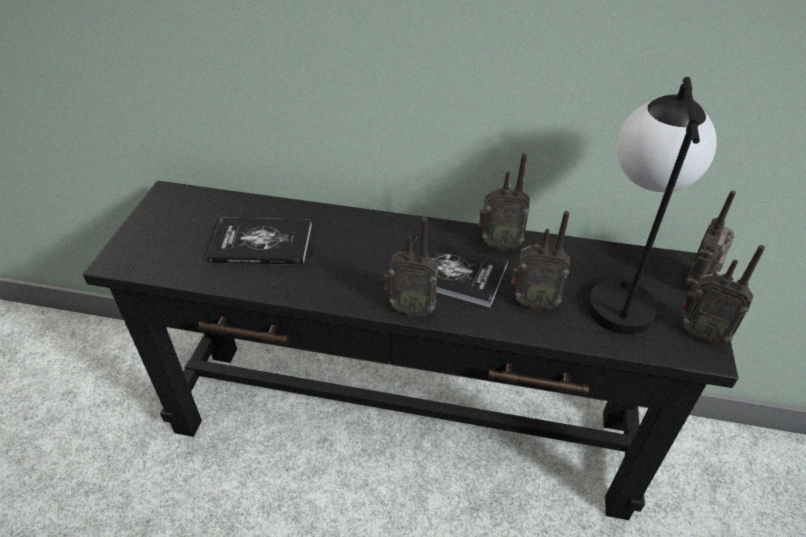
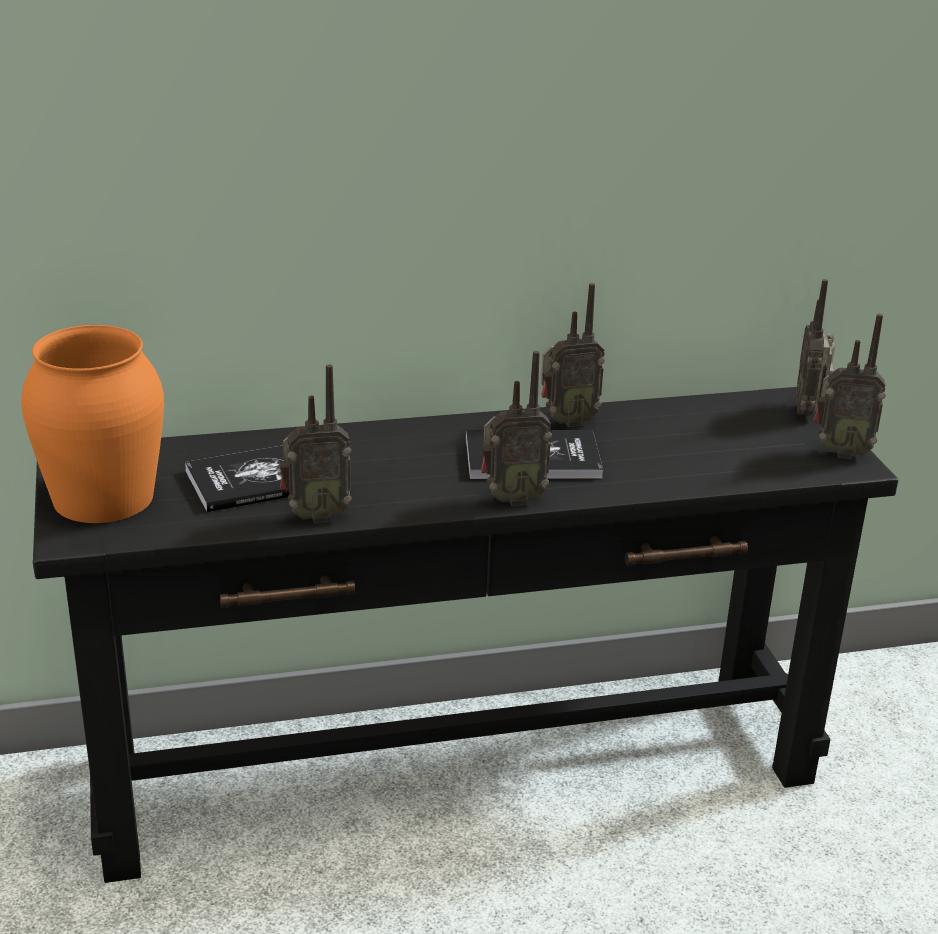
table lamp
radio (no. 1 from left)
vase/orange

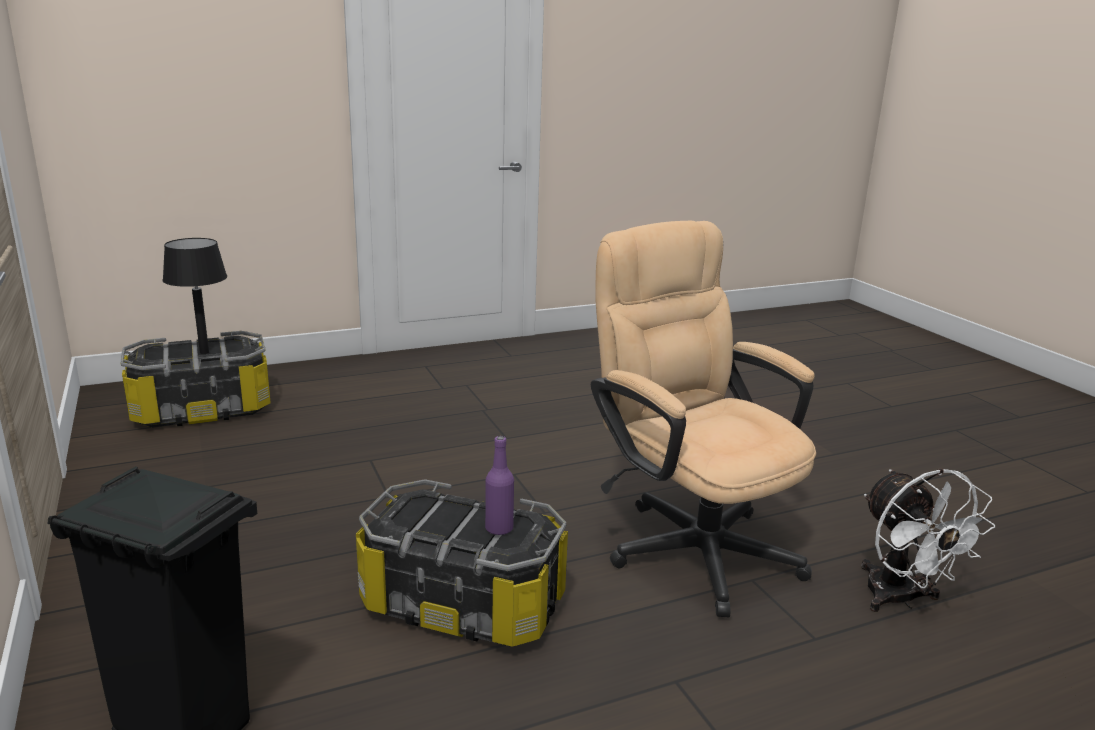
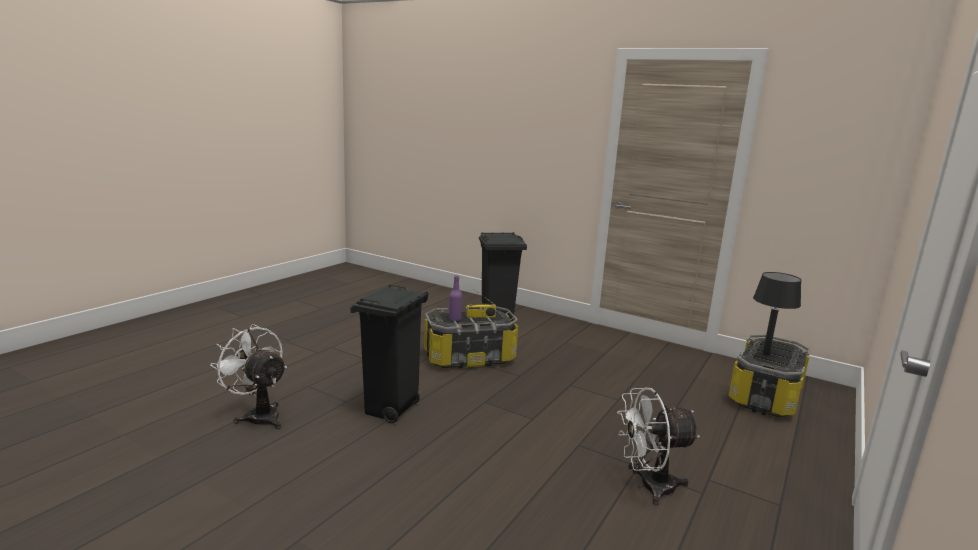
trash can/black (no. 1 from left)
radio
fan/white (no. 2 from left)

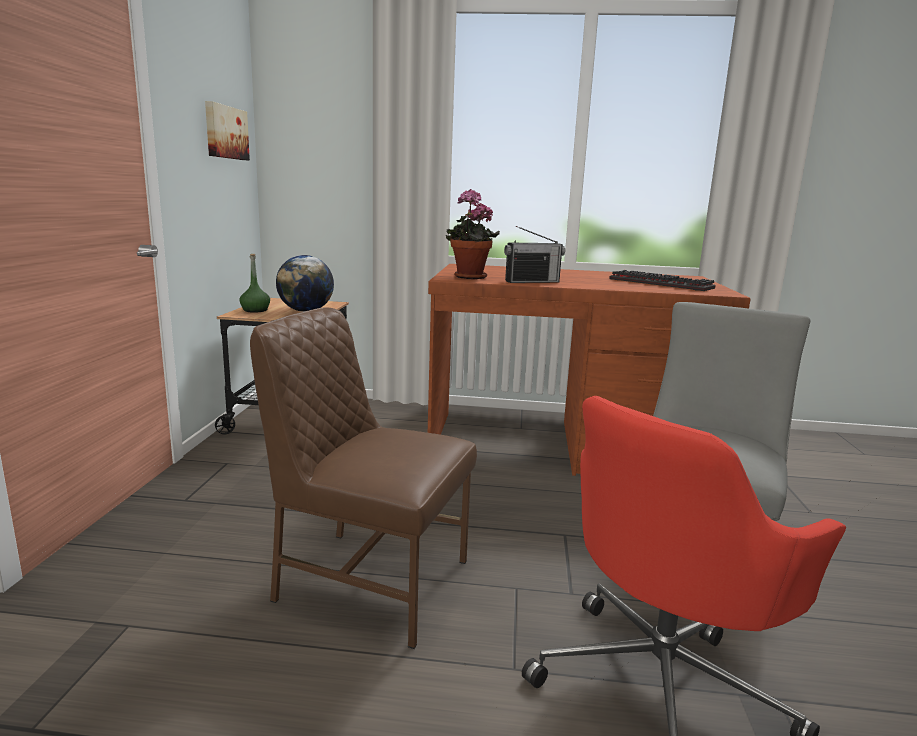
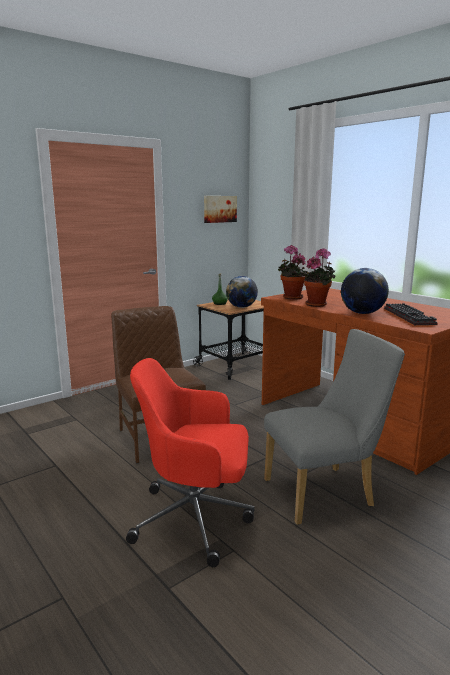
potted plant (no. 2 from left)
globe (no. 2 from left)

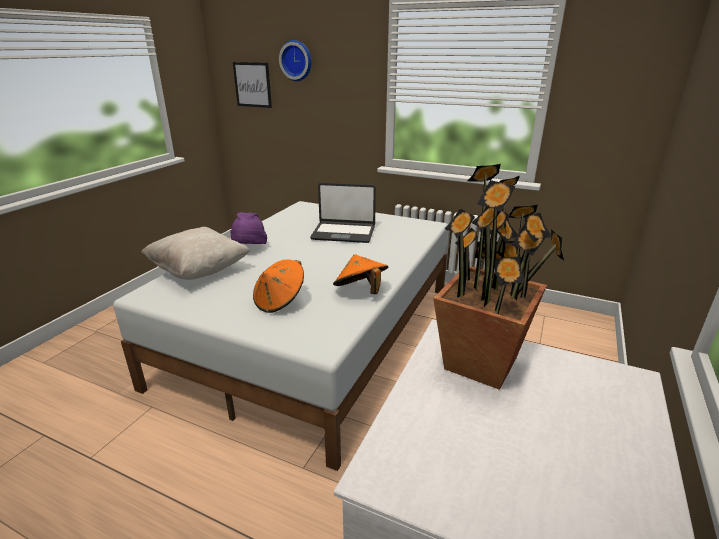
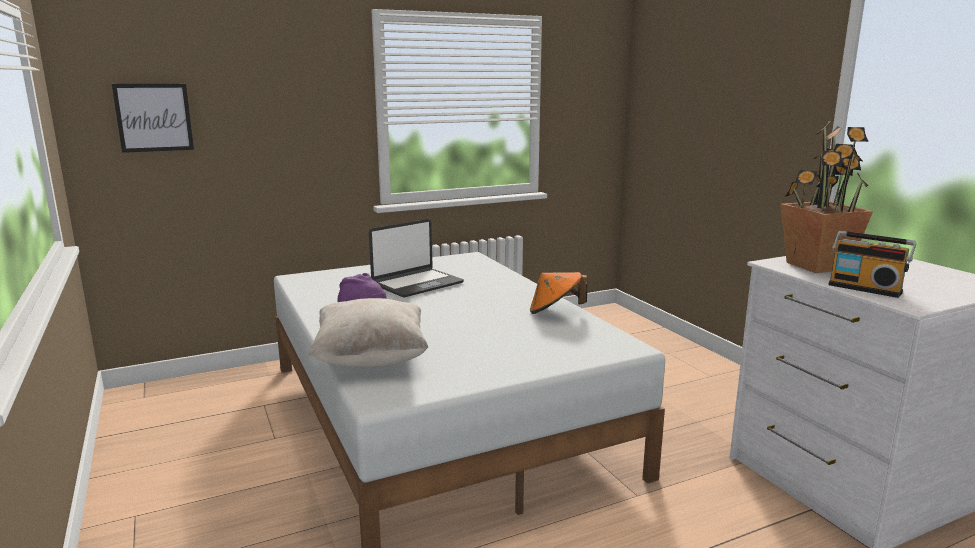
wall clock
hat/orange (no. 1 from left in the first image)
radio

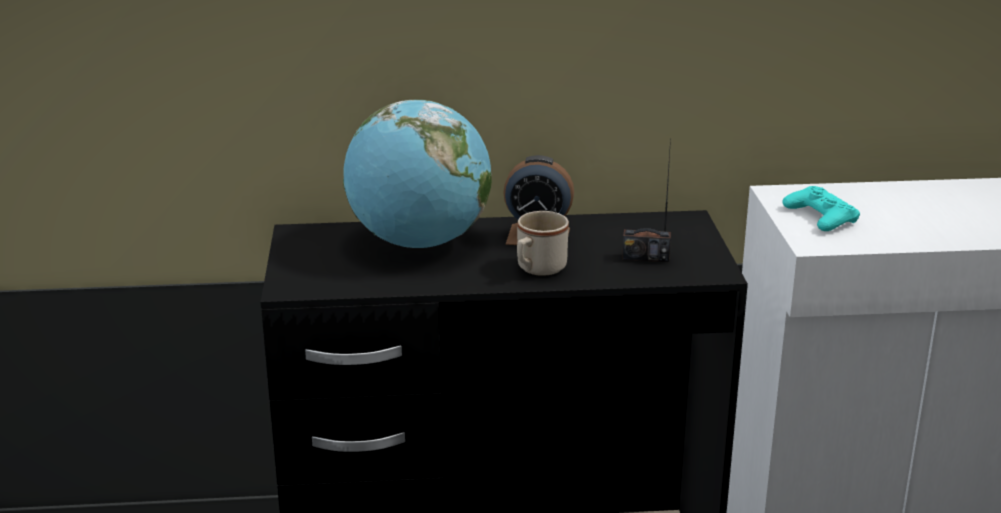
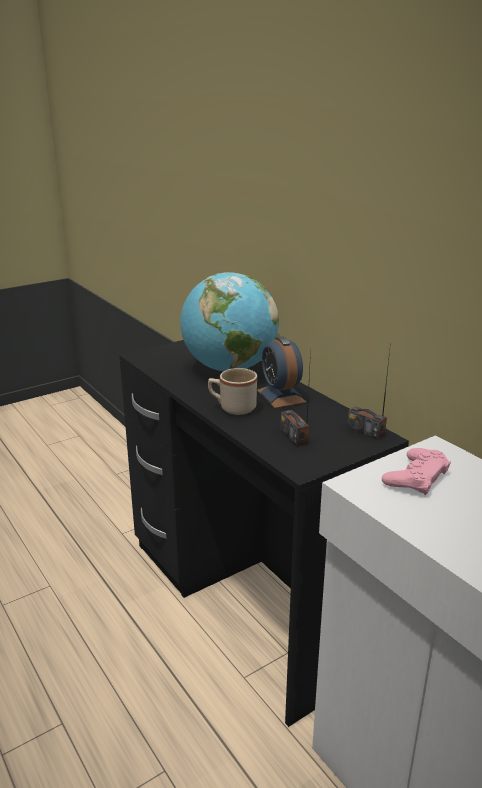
game controller/pink
radio (no. 2 from left)

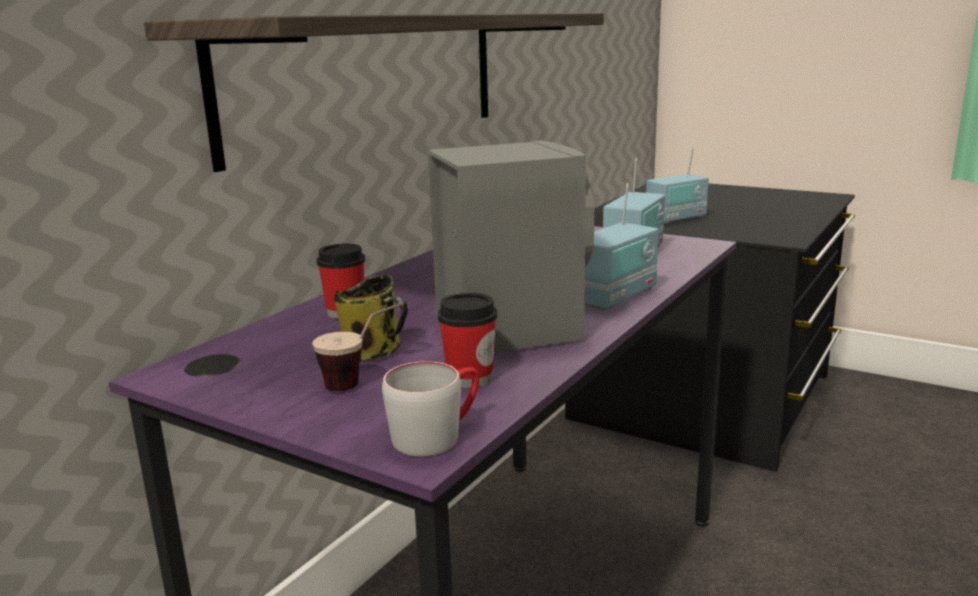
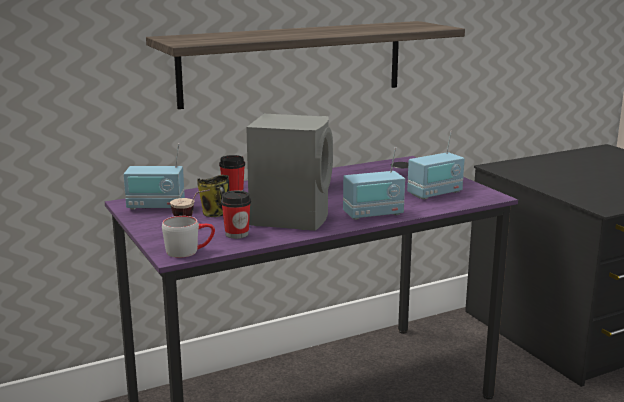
radio (no. 1 from left)

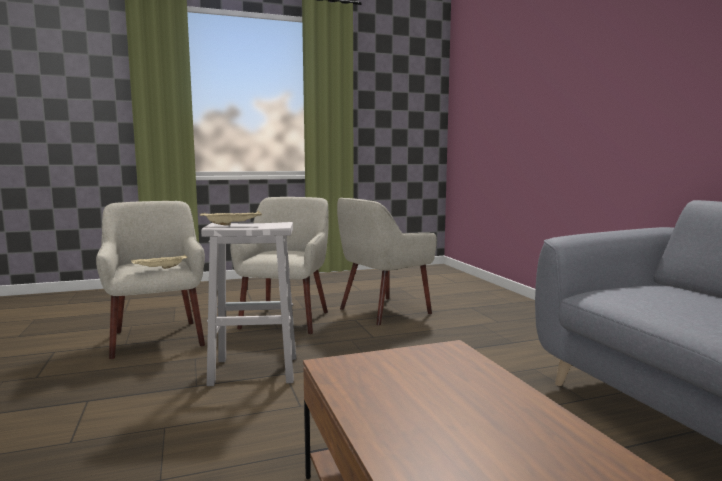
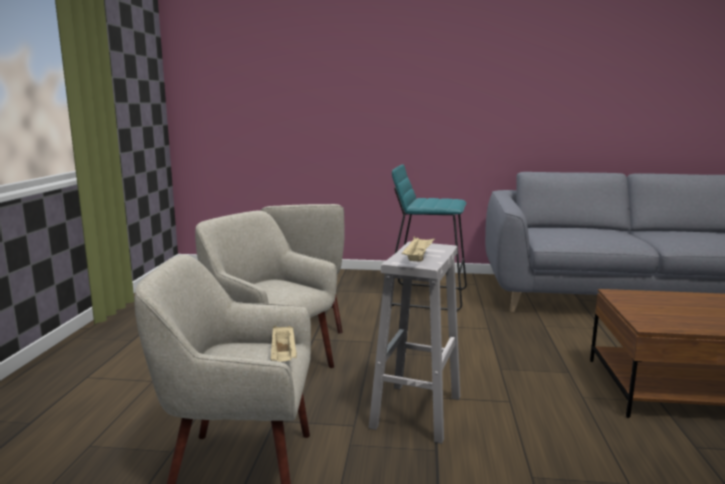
stool/turquoise

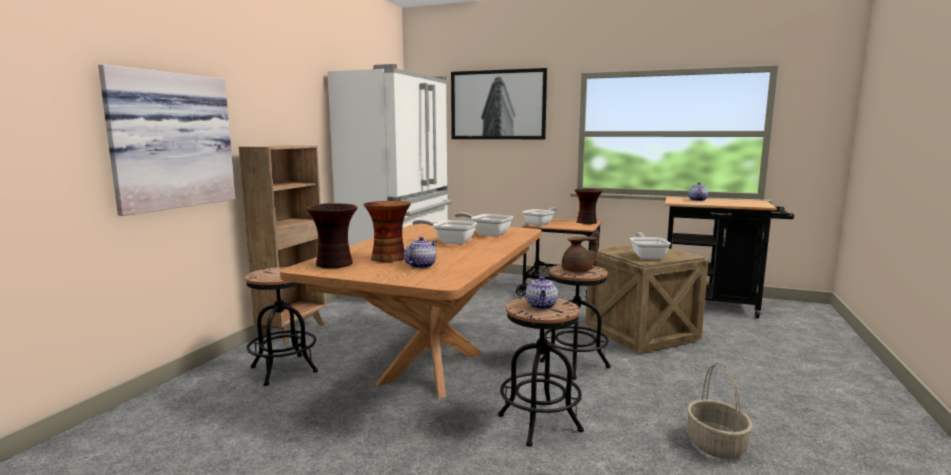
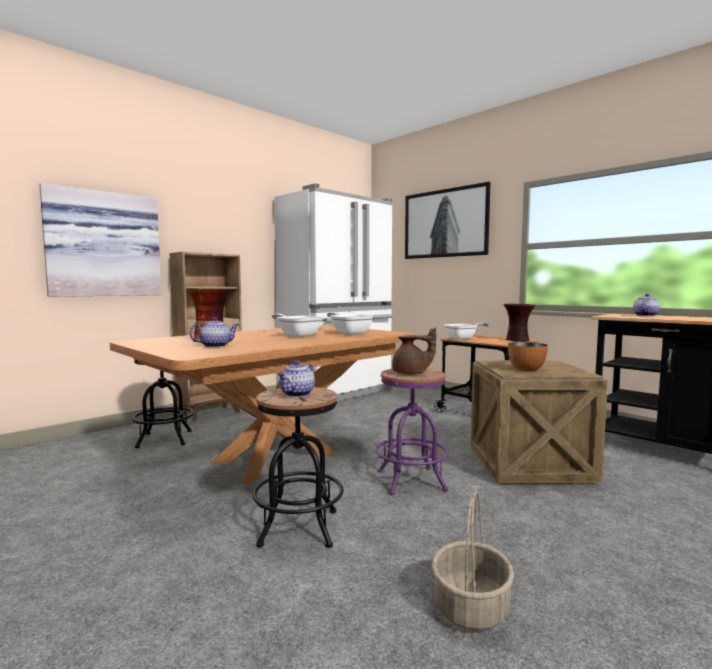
vase (no. 1 from left in the first image)
bowl
stool/purple

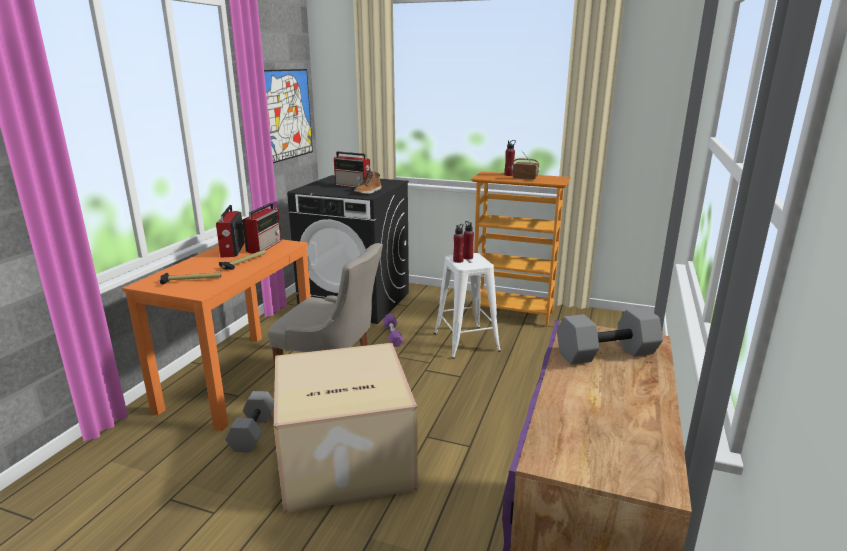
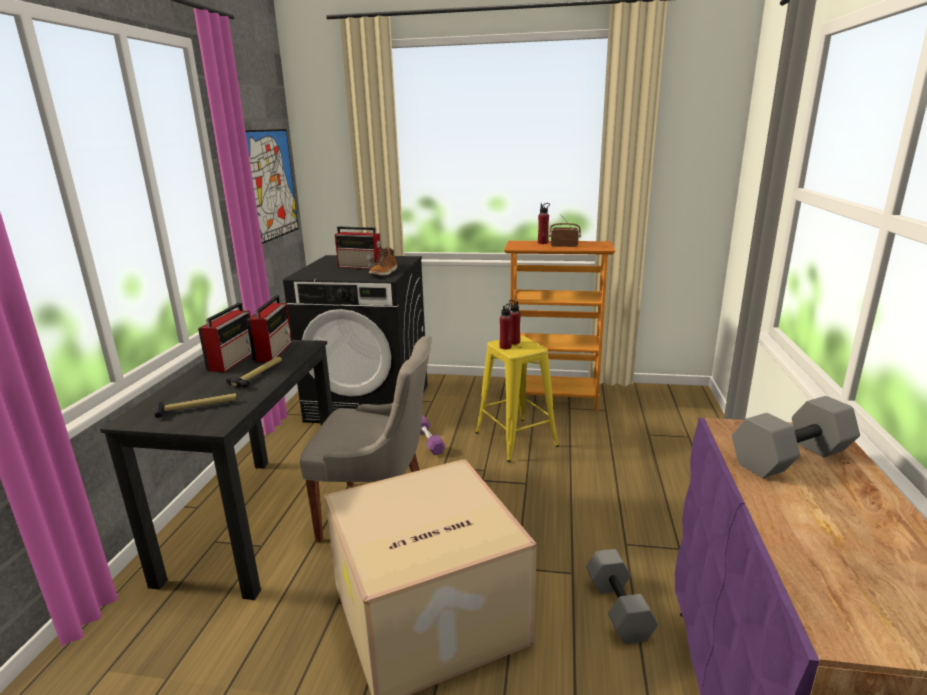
radio (no. 1 from left)
desk/black
stool/yellow
dumbbell/grey (no. 1 from left)

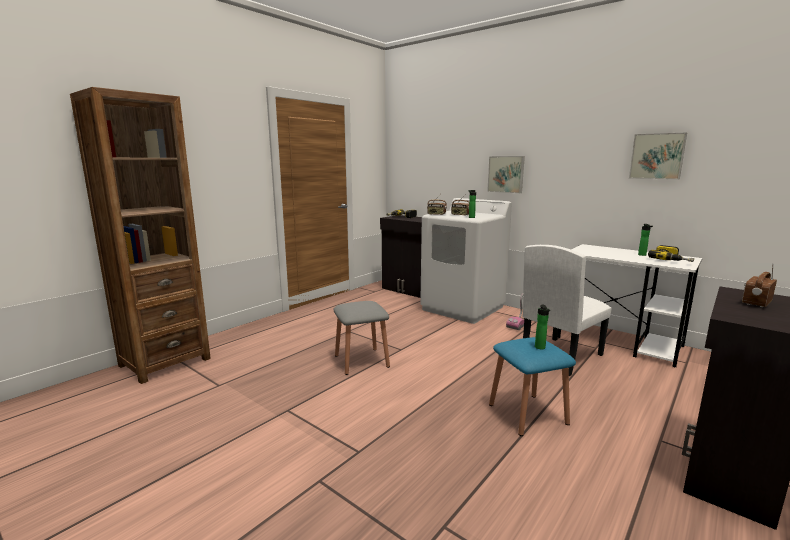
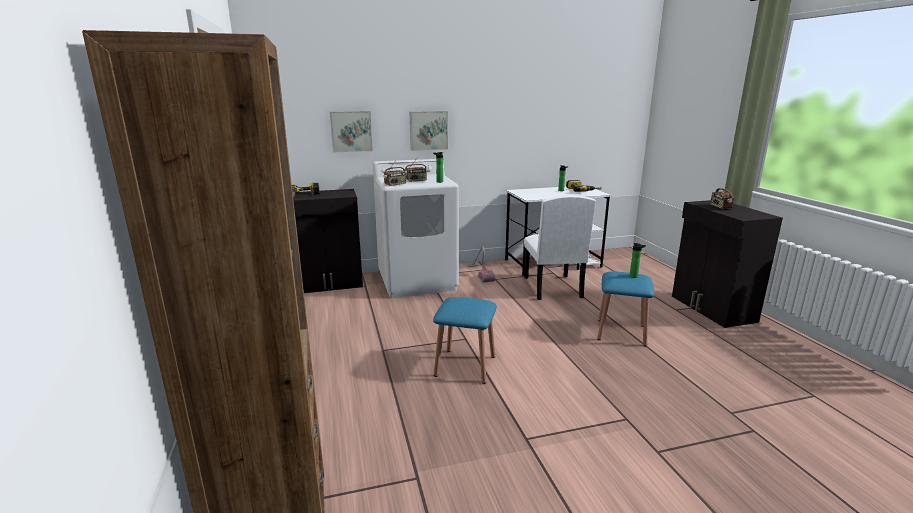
picture (no. 1 from left)
stool/blue (no. 1 from left)

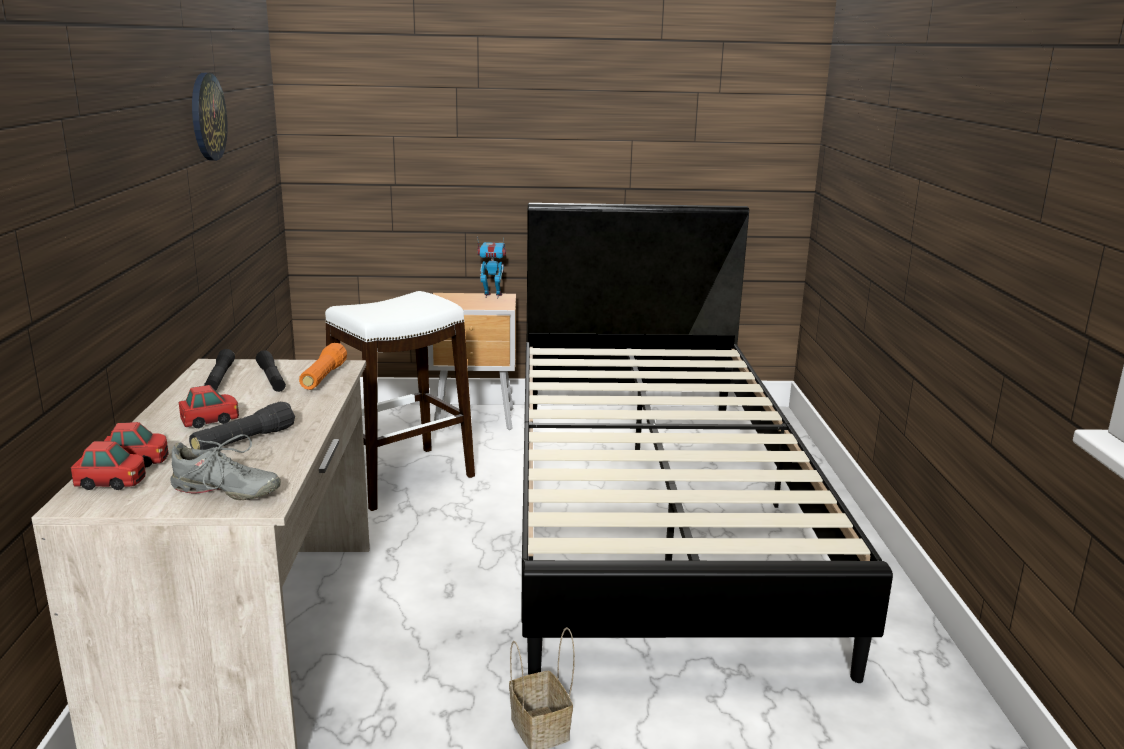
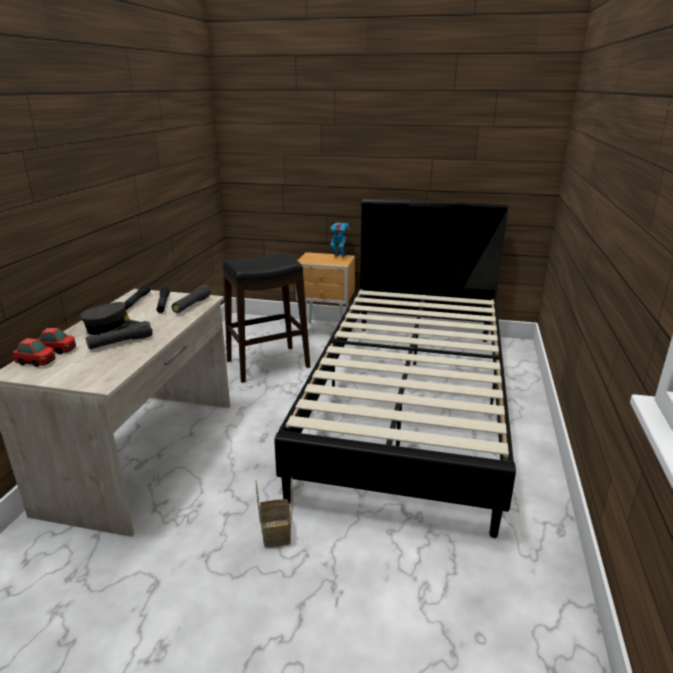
wall clock
stool/black
flashlight/black (no. 4 from left)
cap/grey
shoe/grey

